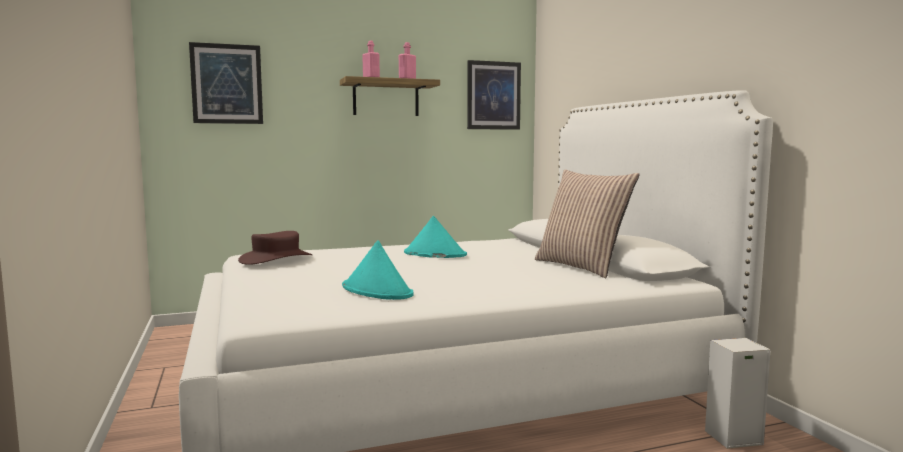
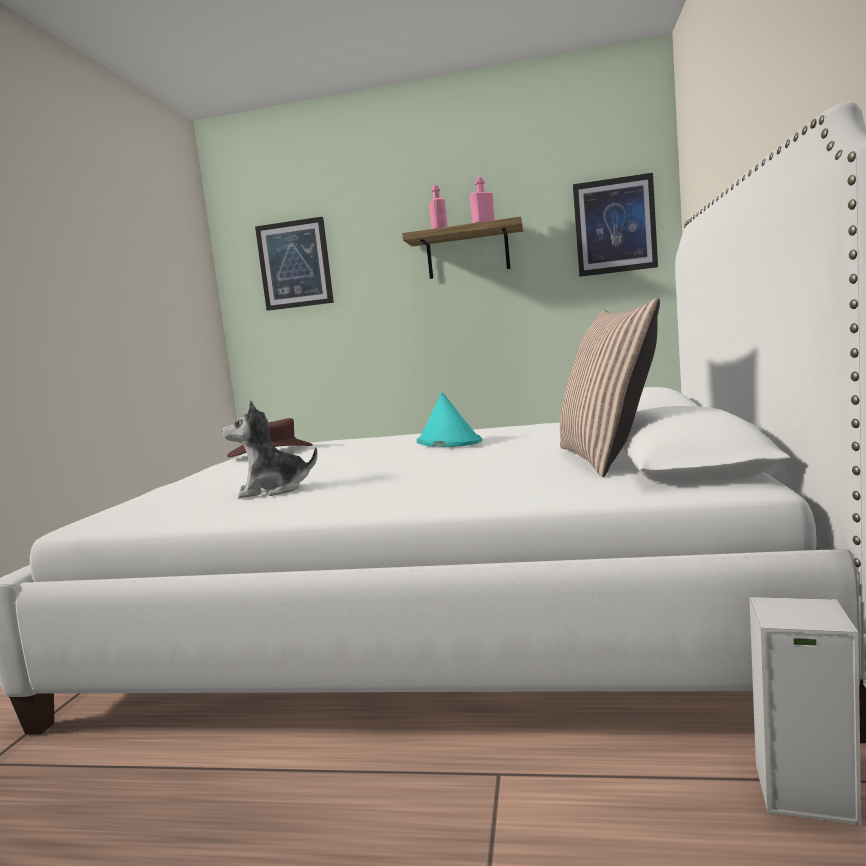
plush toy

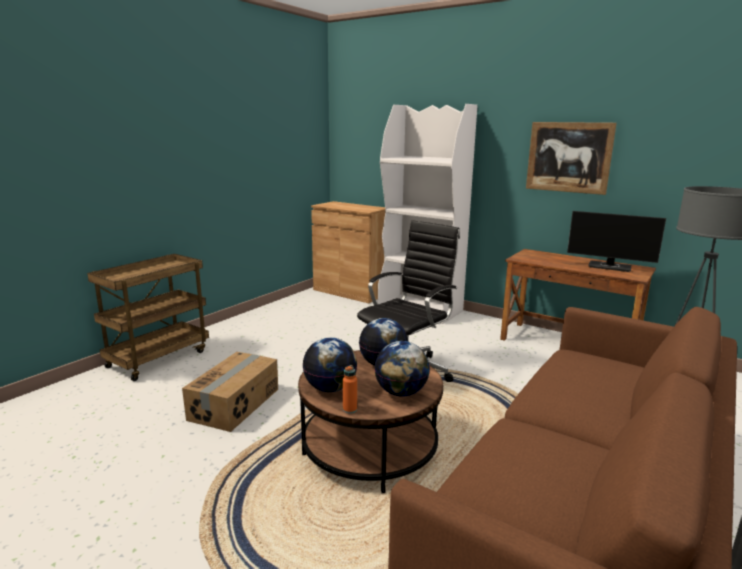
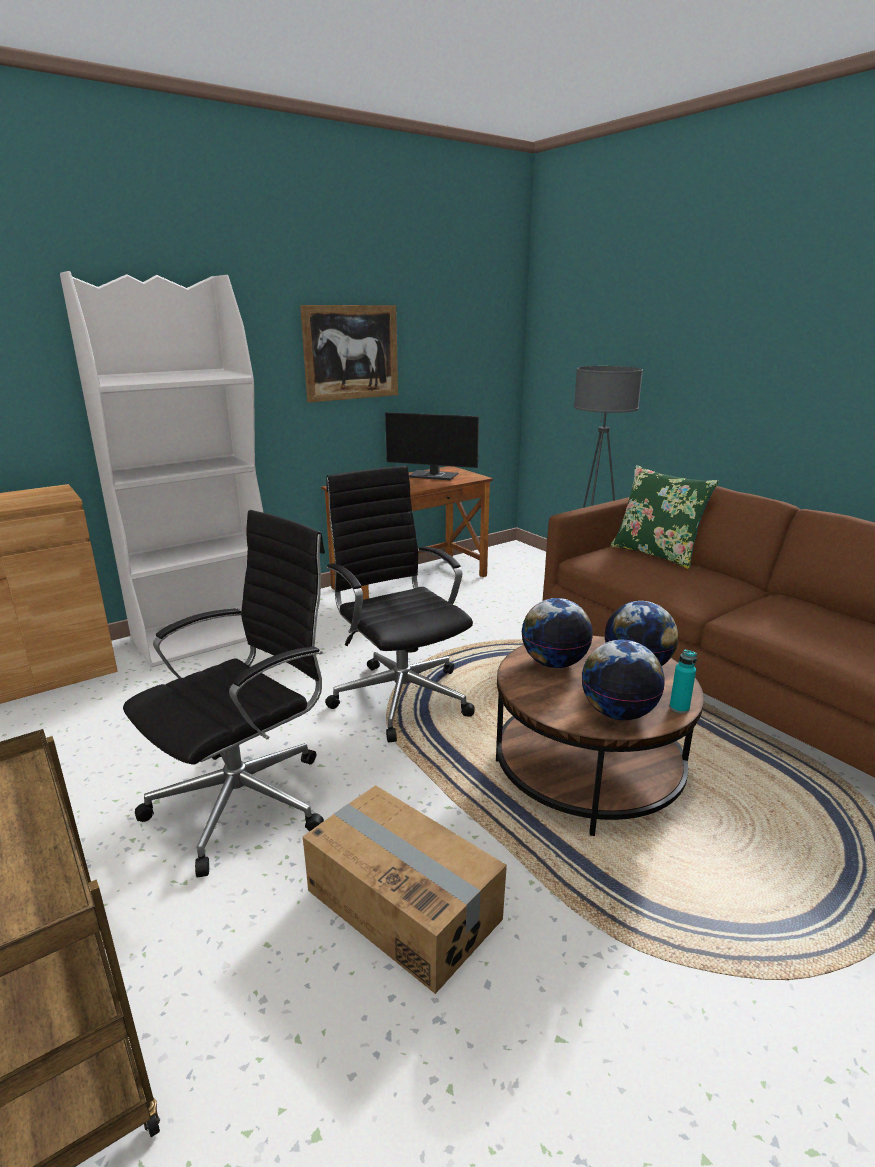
monitor
bottle/turquoise
pillow/green
office chair/black (no. 1 from left)

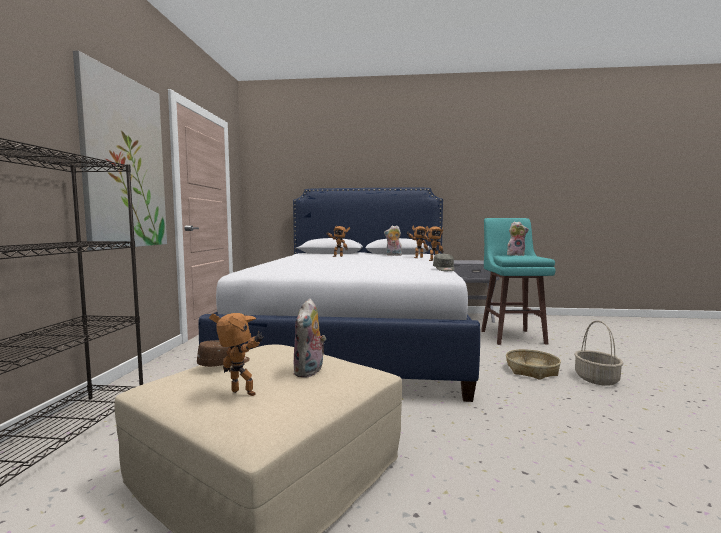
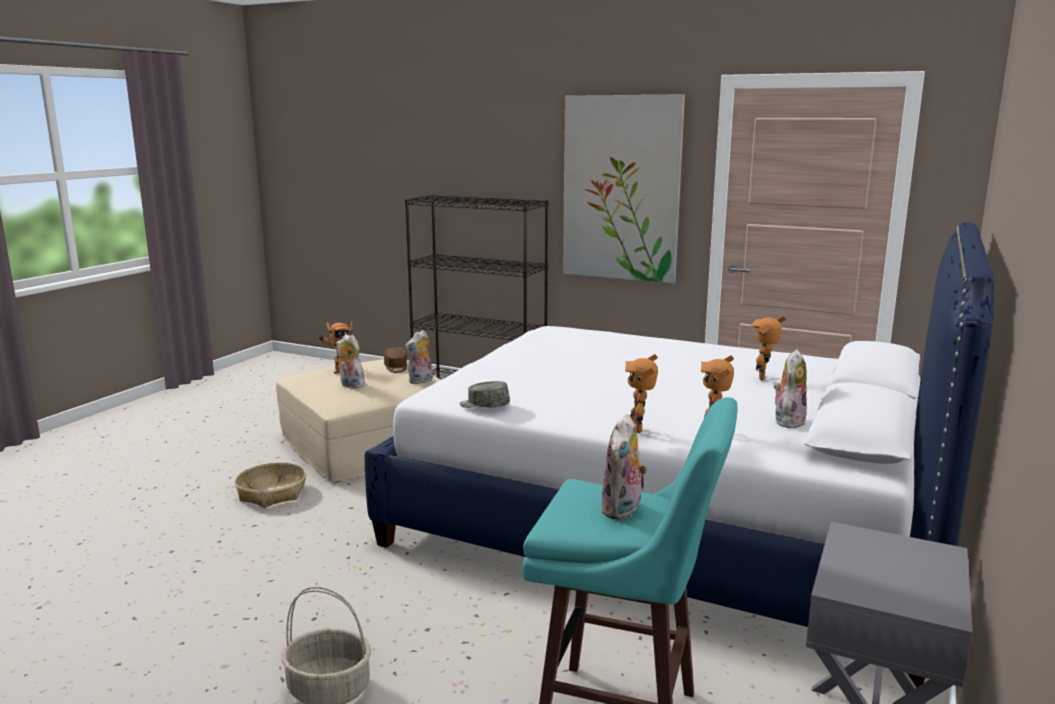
basket (no. 1 from left)
plush toy (no. 2 from left)

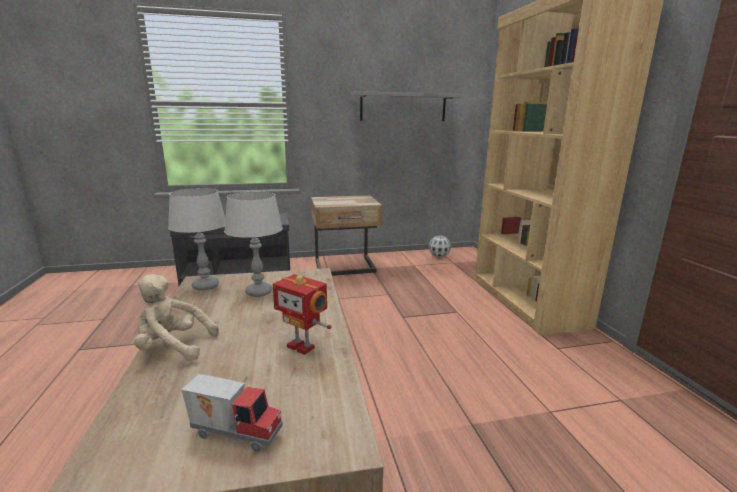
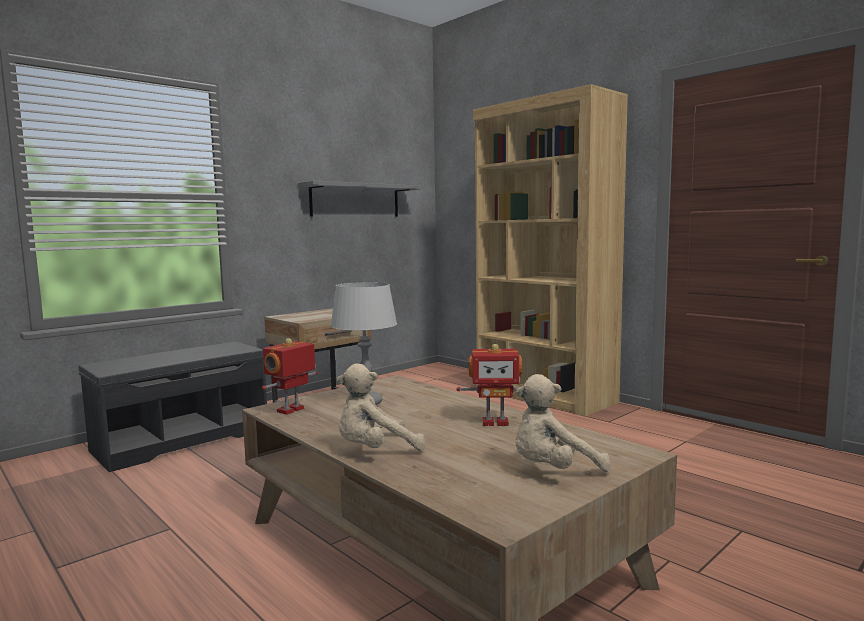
toy robot (no. 1 from left)
football
plush toy/beige (no. 2 from left)

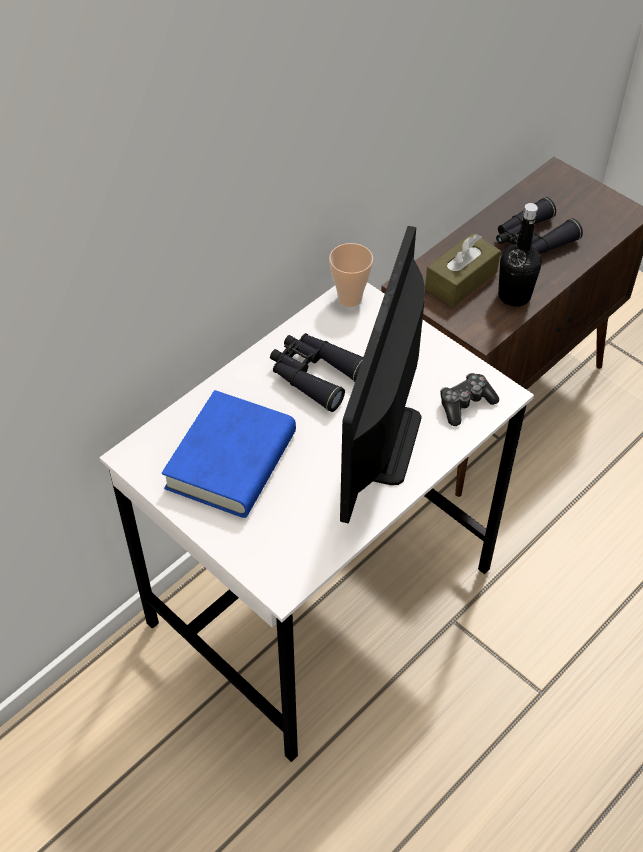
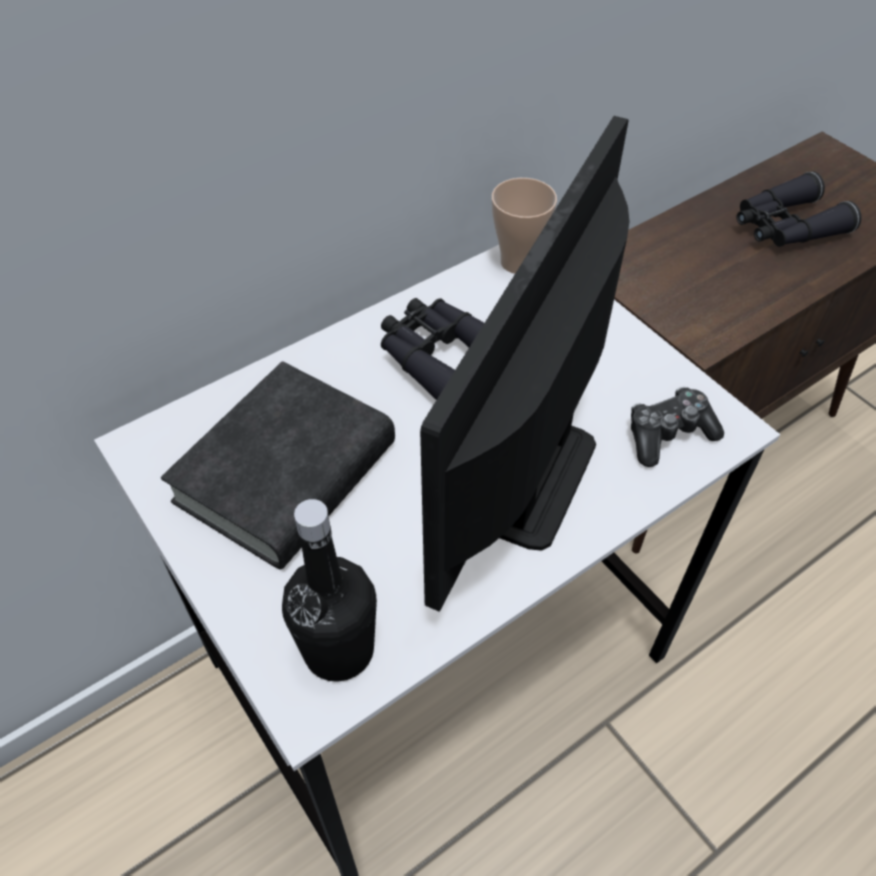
bottle/black
tissue box/brown
book/black

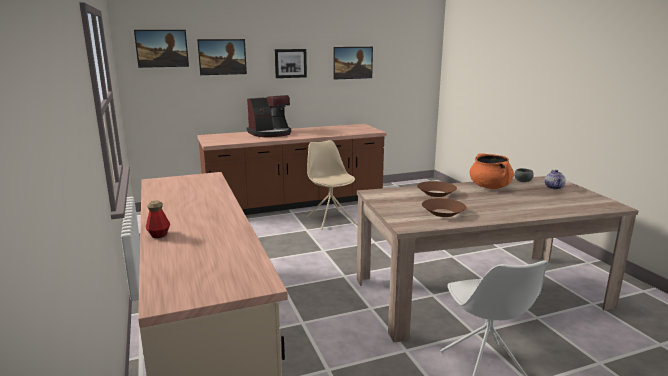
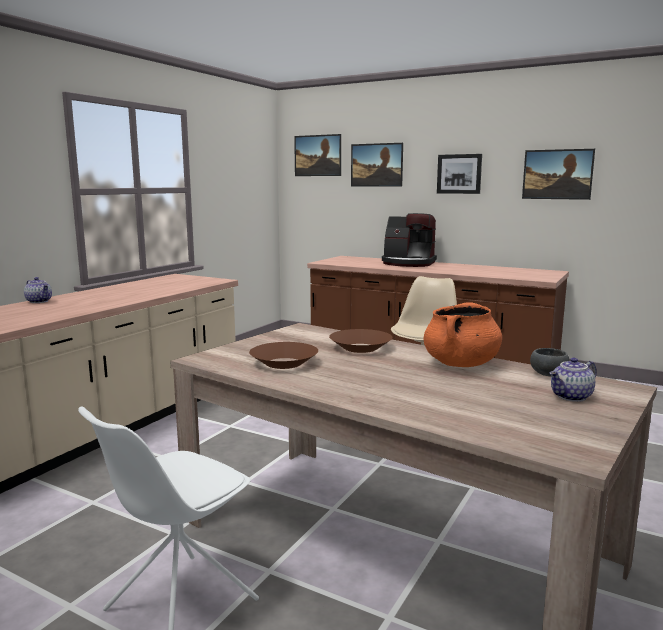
teapot (no. 1 from left)

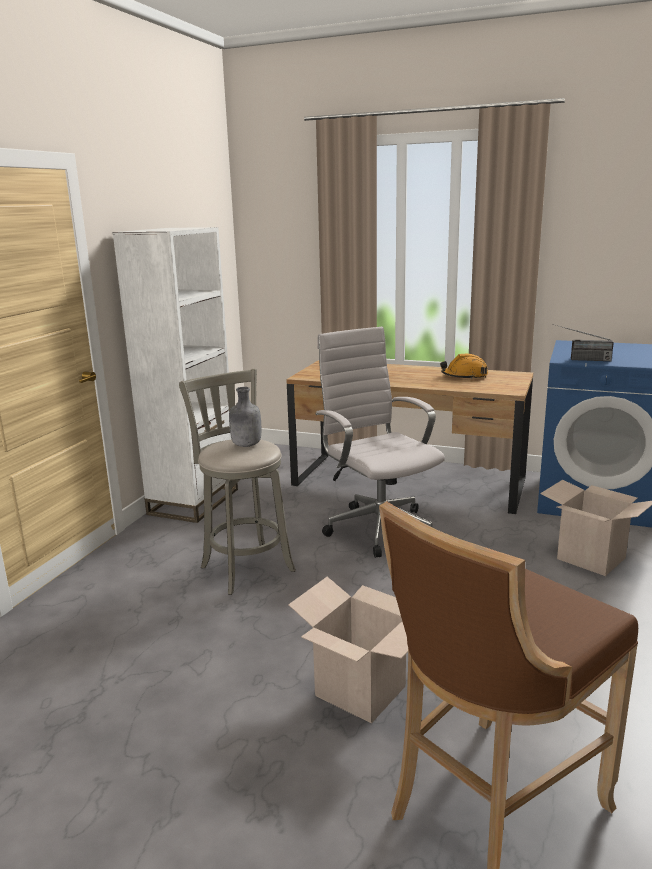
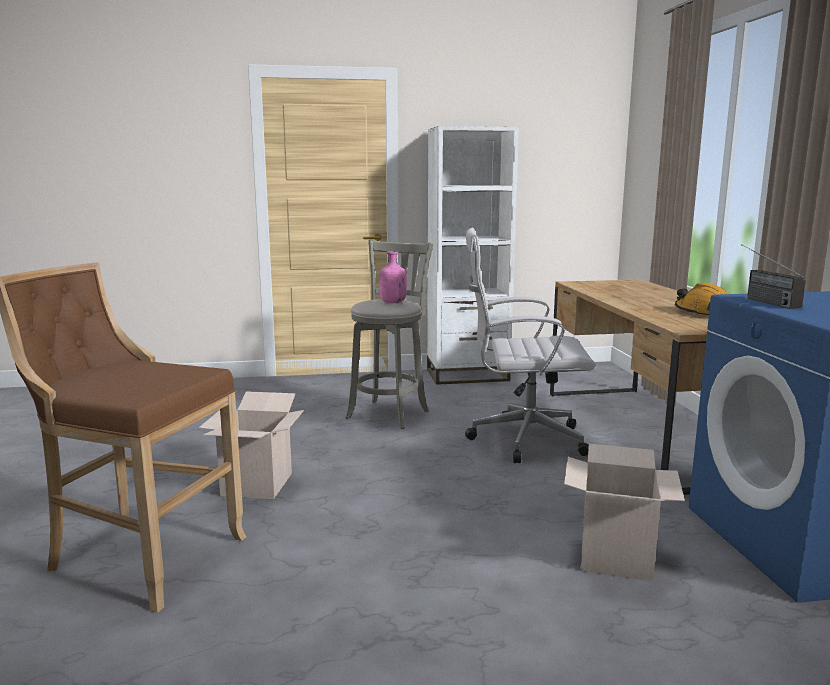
office chair/white
bottle/pink

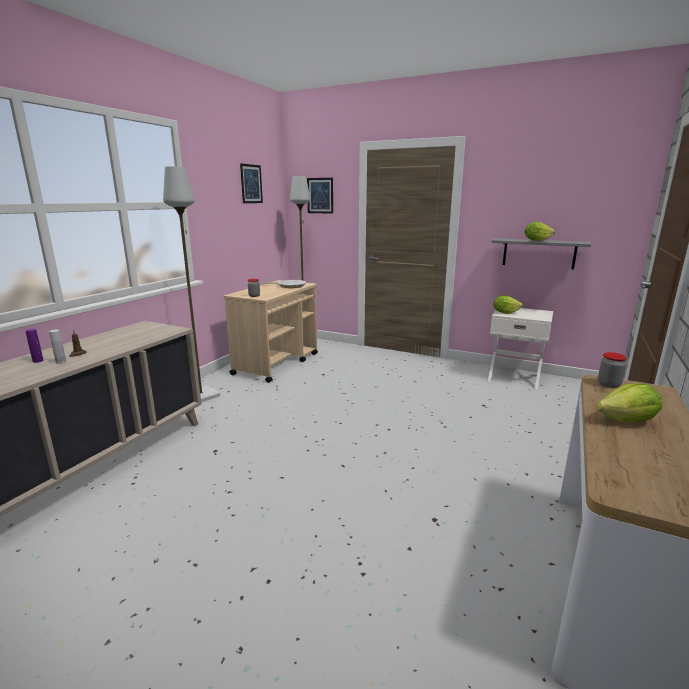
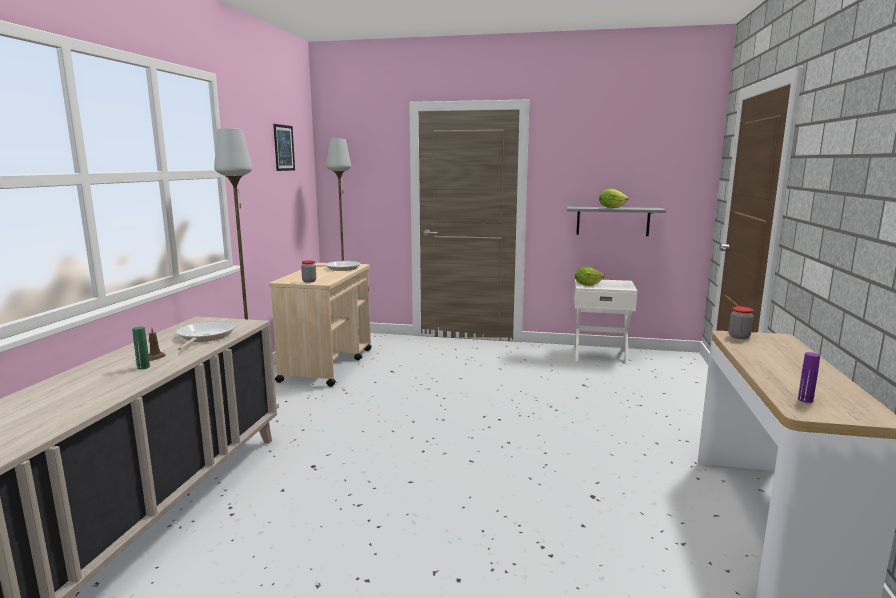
picture (no. 2 from left in the first image)
bottle/purple
bottle/green
lettuce (no. 3 from left in the first image)
frying pan (no. 1 from left)

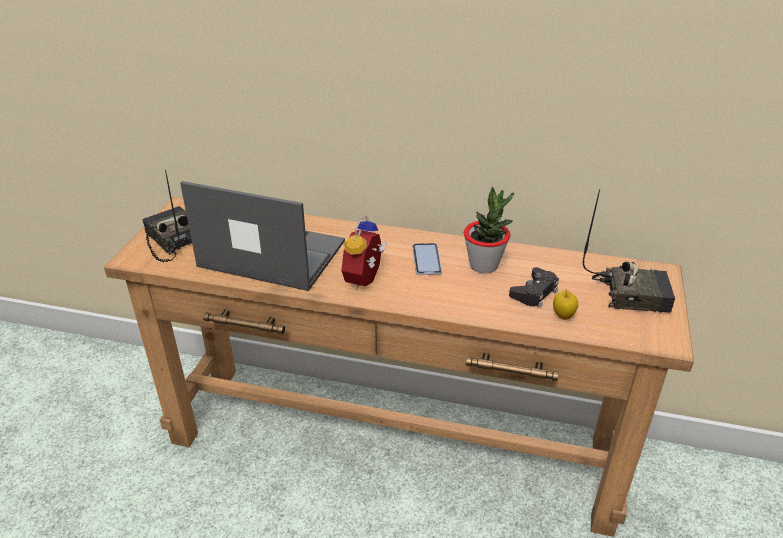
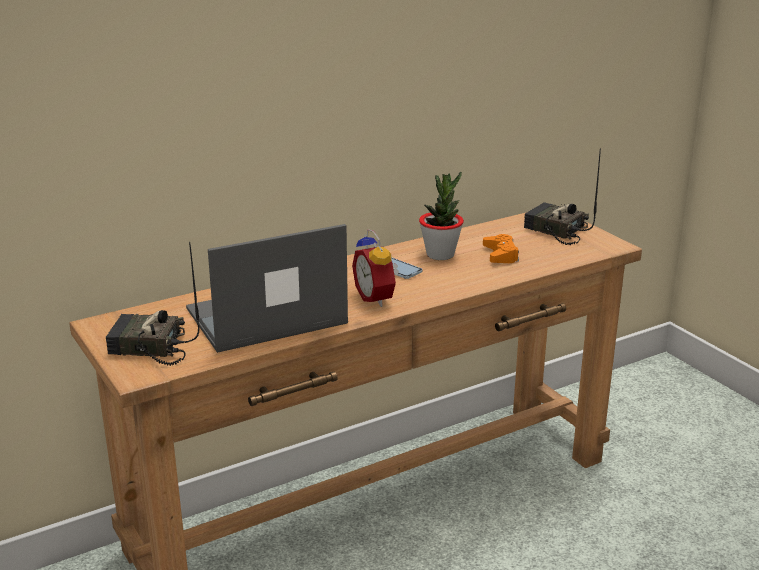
radio (no. 2 from left)
game controller/orange
apple

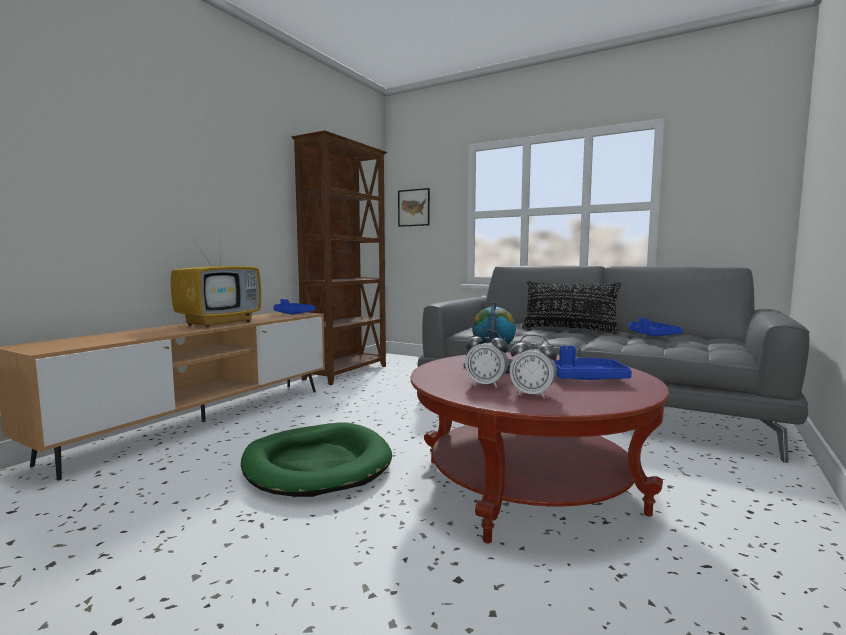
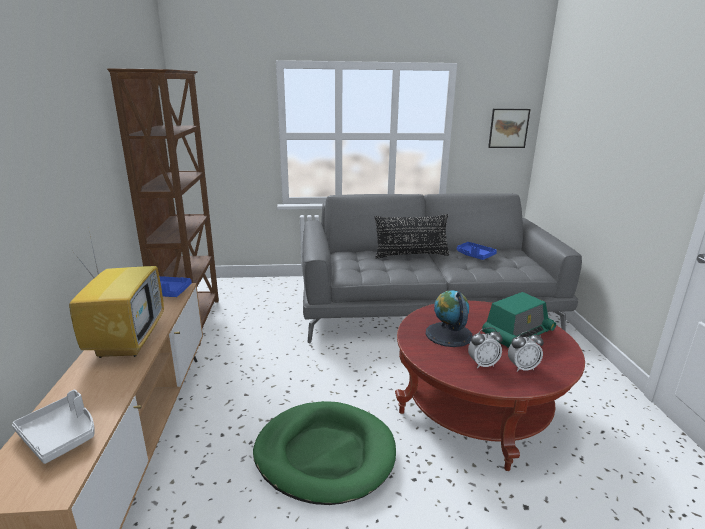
picture
radio
tray/grey

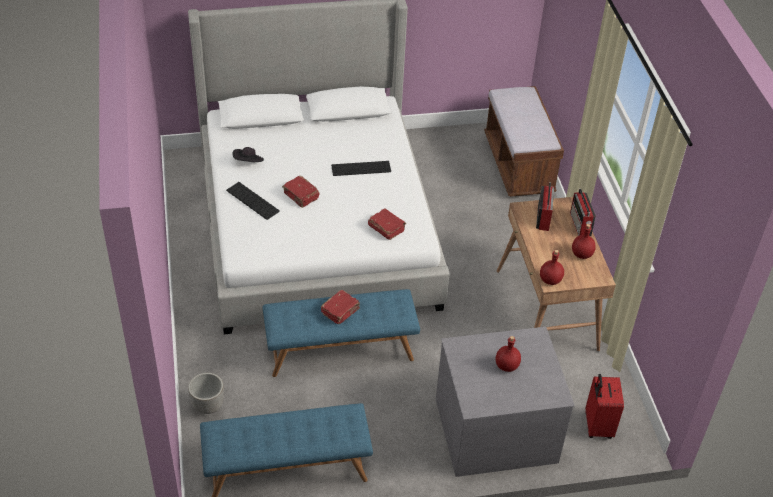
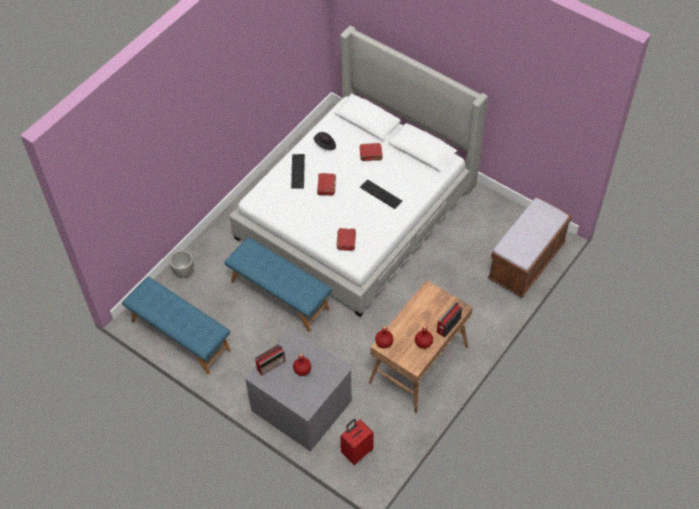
radio (no. 1 from left)
book/red (no. 3 from left)

